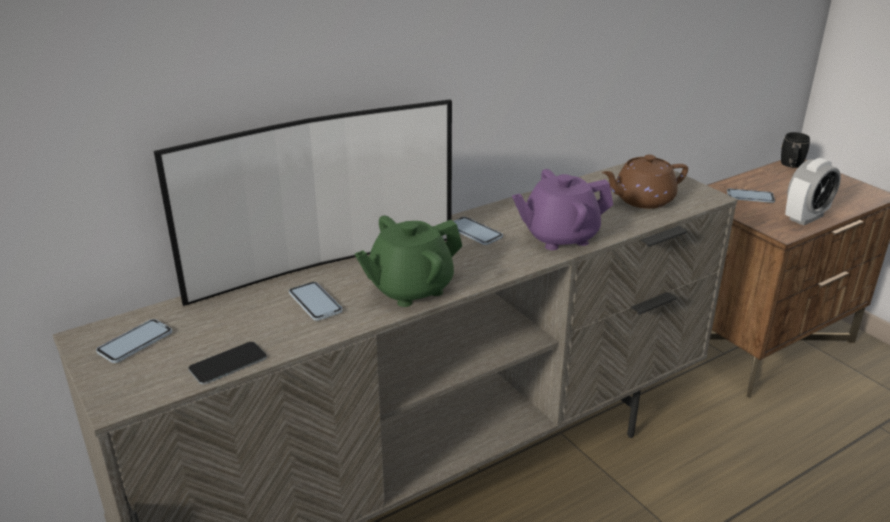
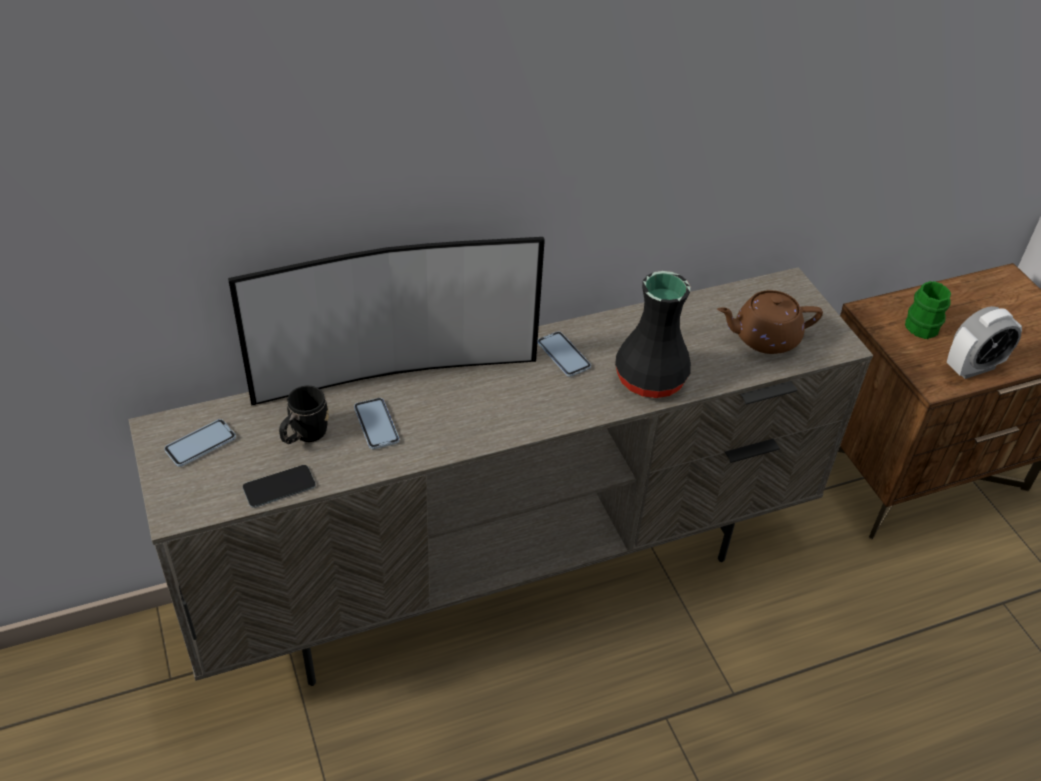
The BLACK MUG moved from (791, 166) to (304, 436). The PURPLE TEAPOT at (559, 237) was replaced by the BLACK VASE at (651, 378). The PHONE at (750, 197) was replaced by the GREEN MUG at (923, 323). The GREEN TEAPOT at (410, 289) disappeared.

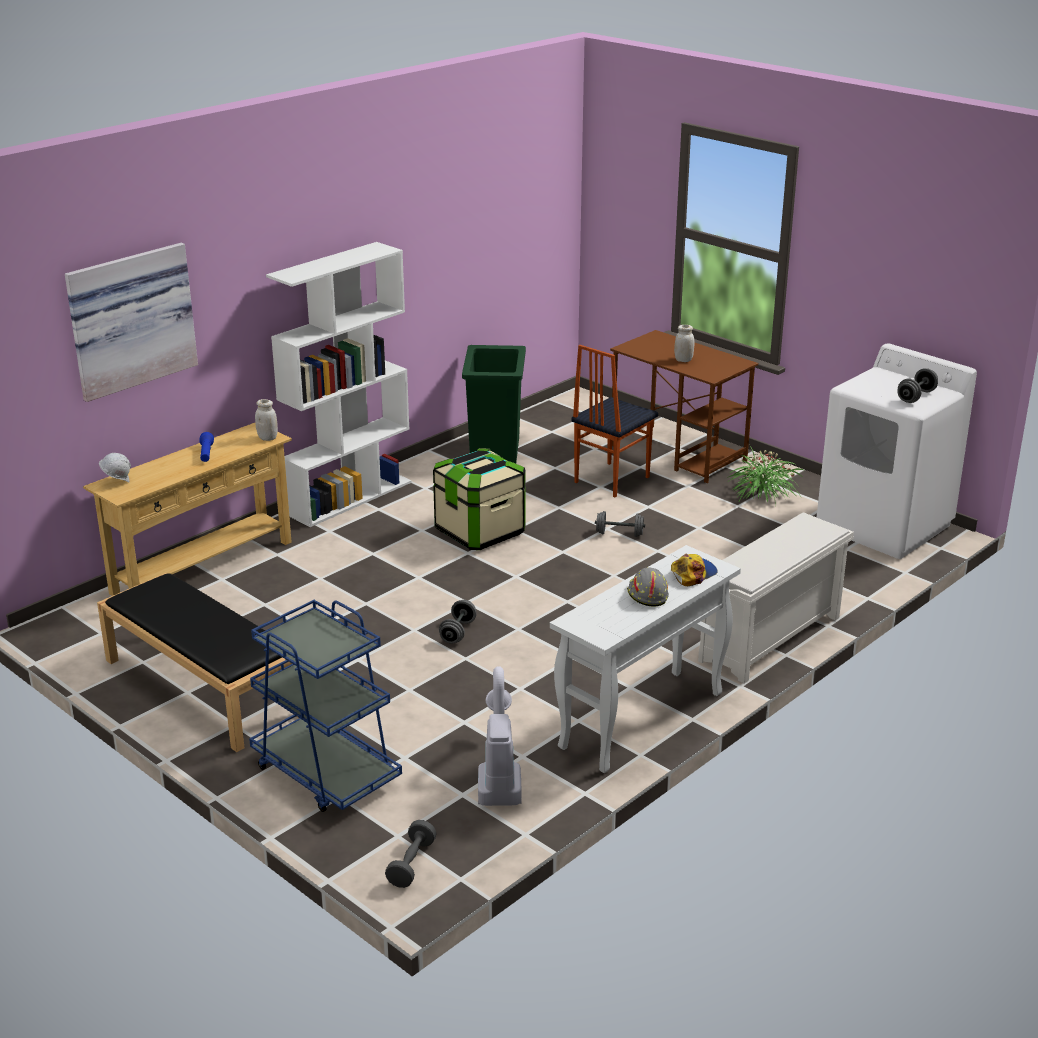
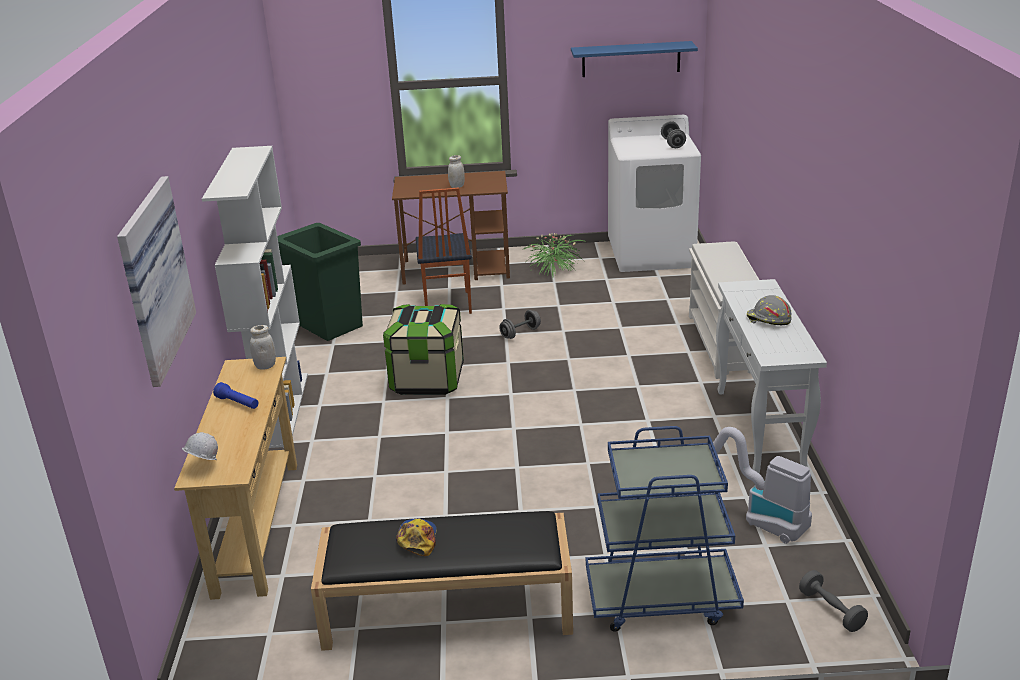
The CAP moved from (693, 573) to (417, 539). The BLUE SHELF at (631, 59) appeared. The GREY DUMBBELL at (458, 632) disappeared.

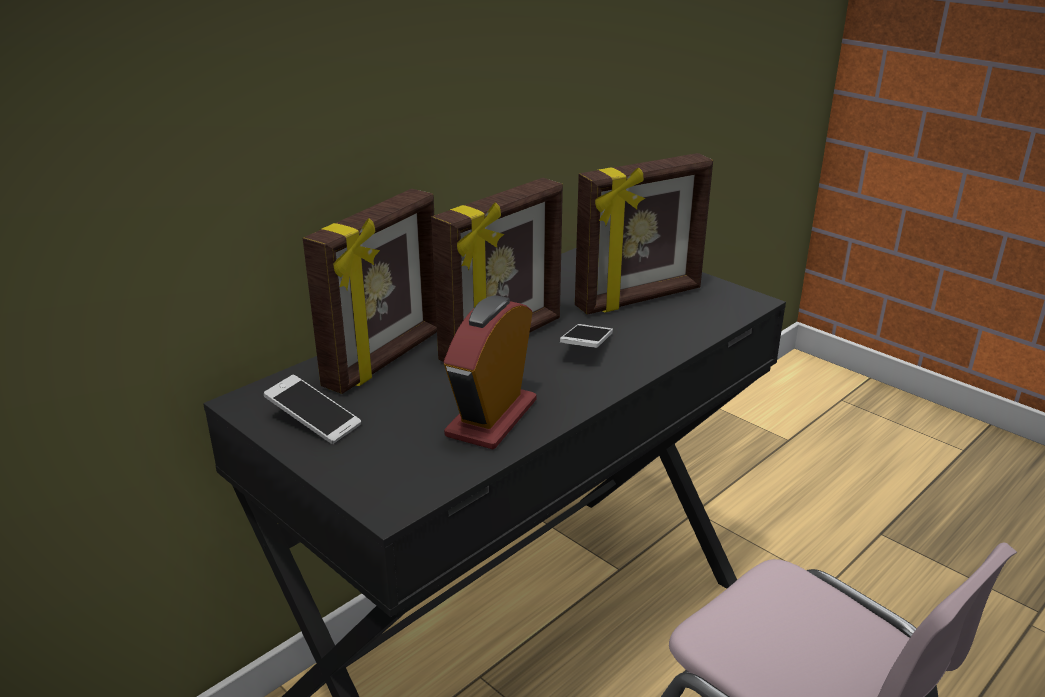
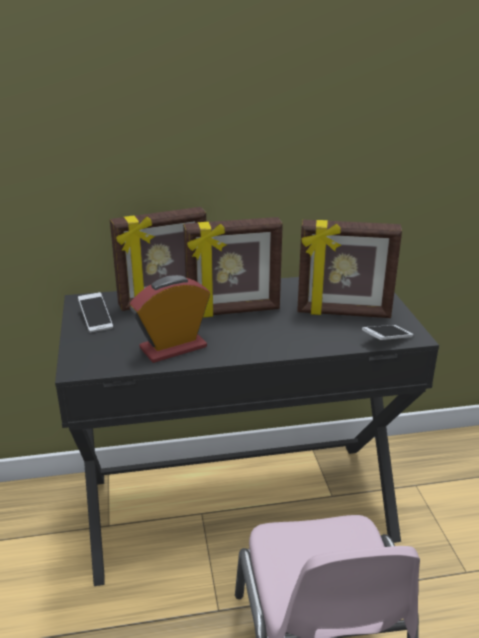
The PHONE moved from (586, 347) to (386, 339).

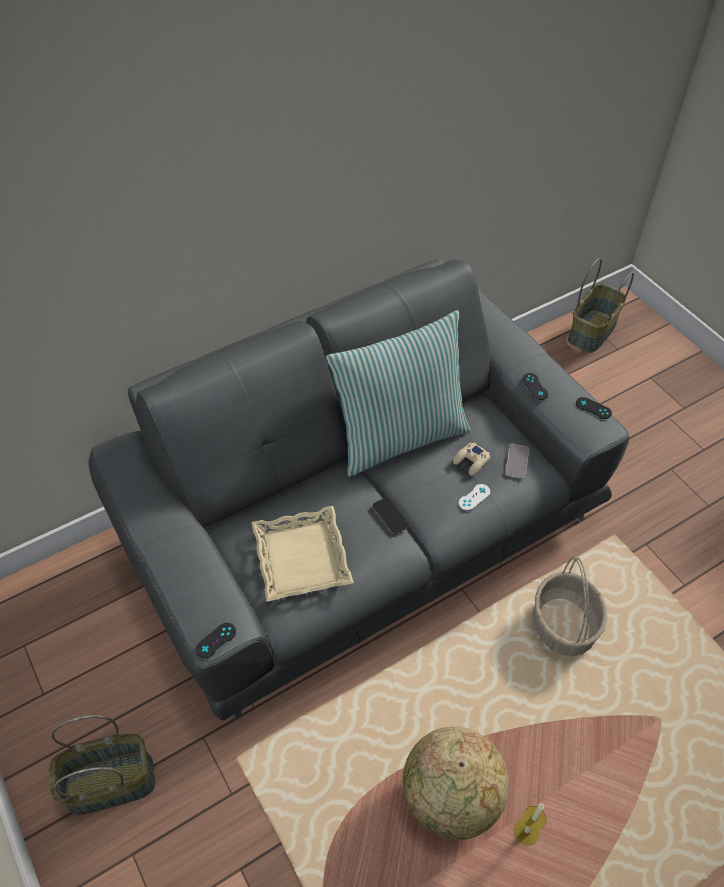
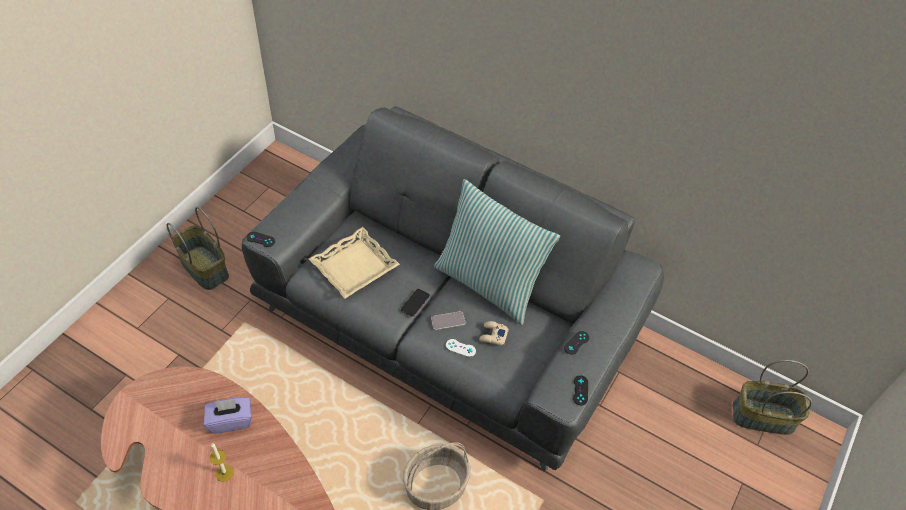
The GLOBE at (451, 798) was replaced by the PURPLE TISSUE BOX at (231, 420). The PHONE moved from (517, 462) to (448, 321).

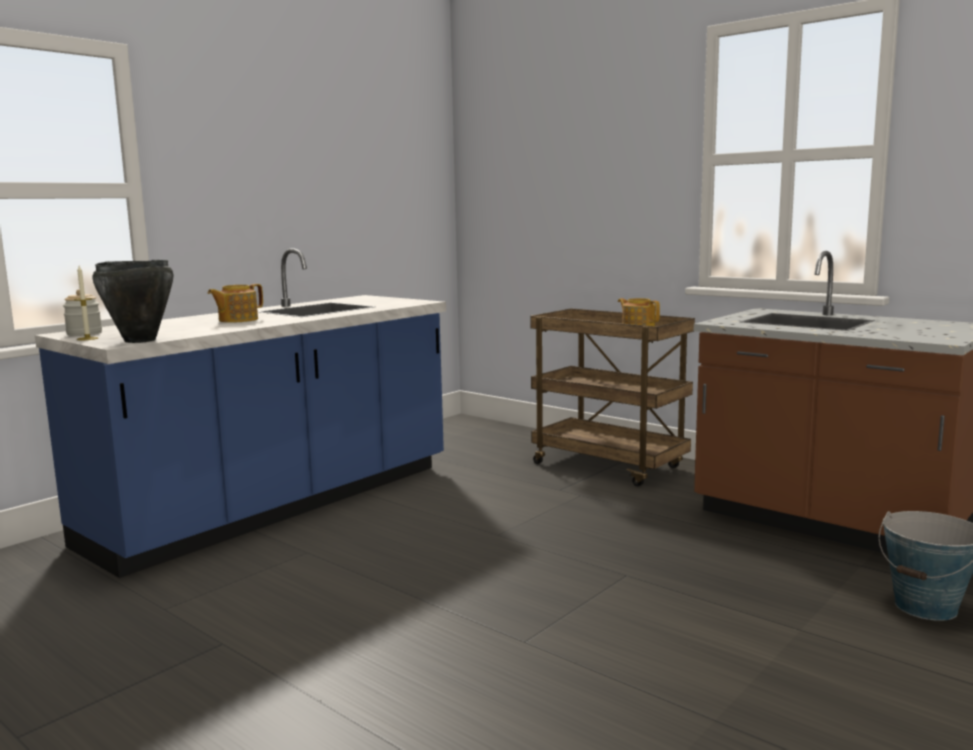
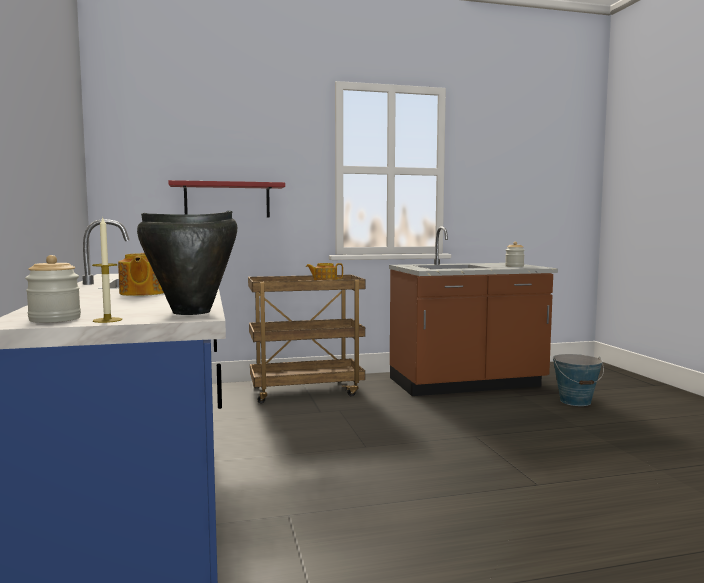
The RED SHELF at (227, 200) appeared. The JAR at (514, 266) appeared.

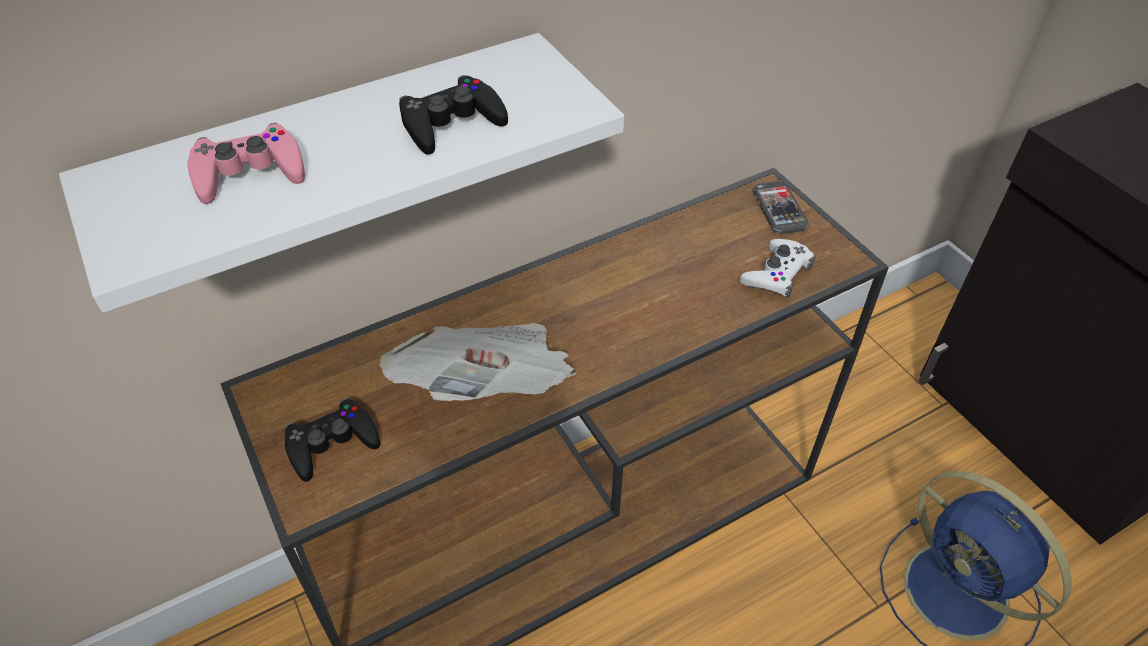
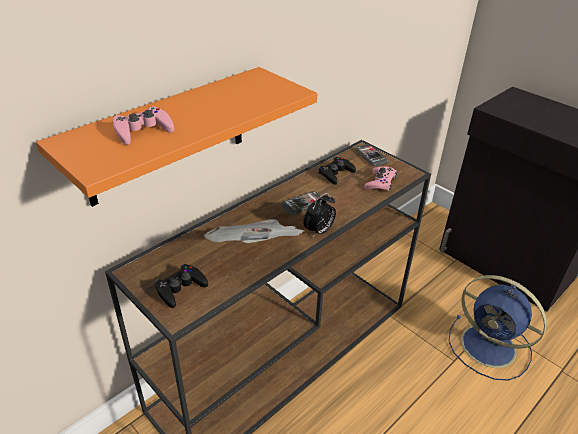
The WHITE SHELF at (337, 161) became the ORANGE SHELF at (167, 136). The PHONE at (303, 204) appeared. The ALARM CLOCK at (319, 231) appeared. The BLACK GAME CONTROLLER moved from (452, 123) to (335, 174). The WHITE GAME CONTROLLER at (777, 274) became the PINK GAME CONTROLLER at (381, 183).

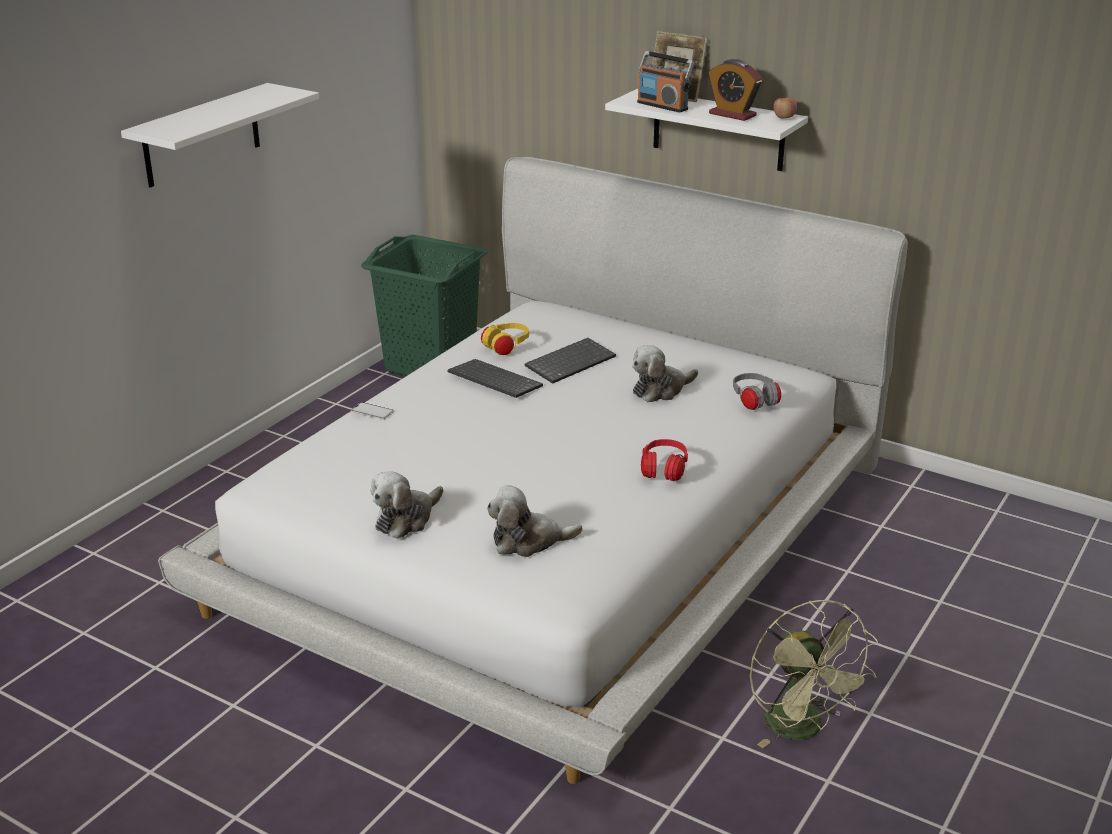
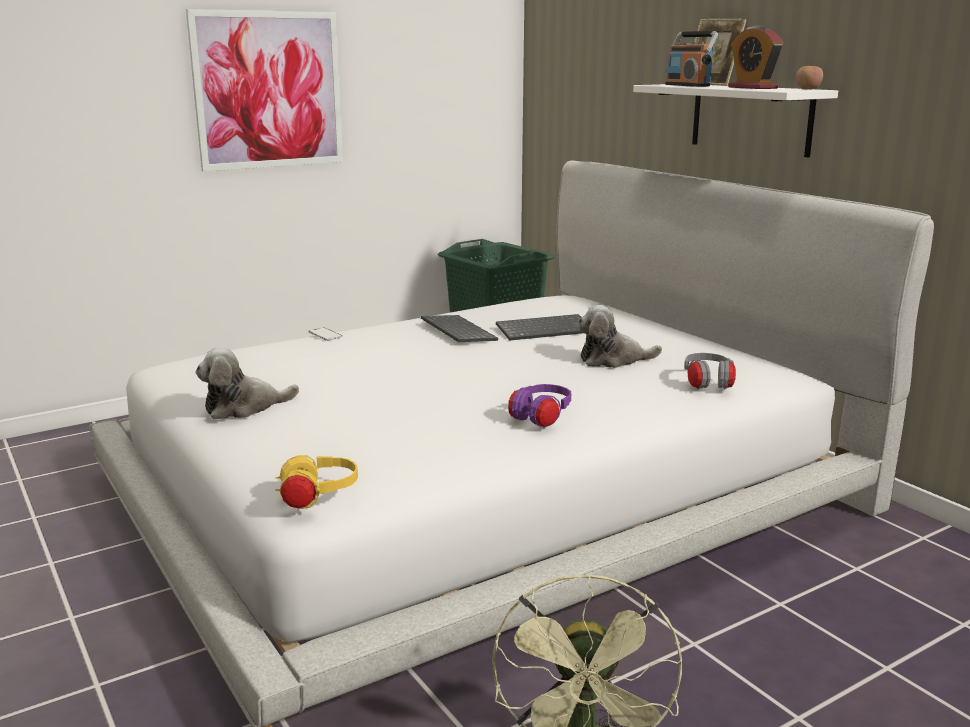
The WHITE SHELF at (202, 135) was replaced by the PICTURE at (268, 90). The YELLOW HEADPHONES moved from (506, 348) to (318, 498). The RED HEADPHONES at (663, 472) became the PURPLE HEADPHONES at (540, 419). The PLUSH TOY at (528, 541) disappeared.

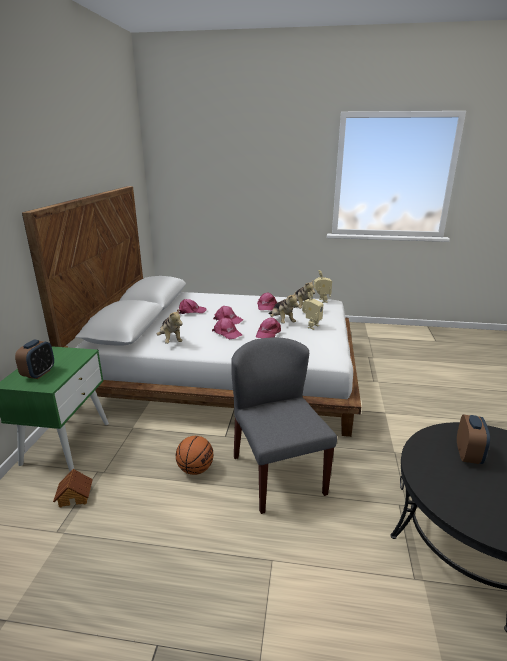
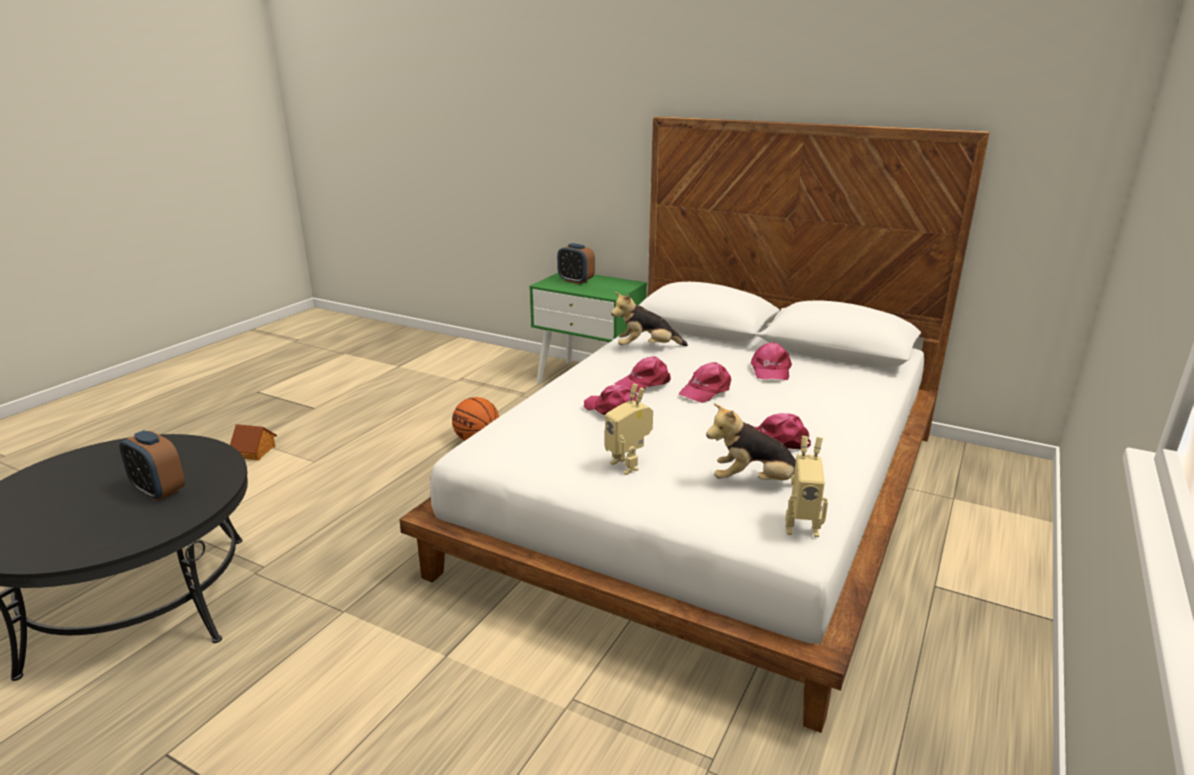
The TOY HOUSE moved from (75, 496) to (255, 452). The GREY CHAIR at (277, 474) disappeared. The PLUSH TOY at (282, 321) disappeared.

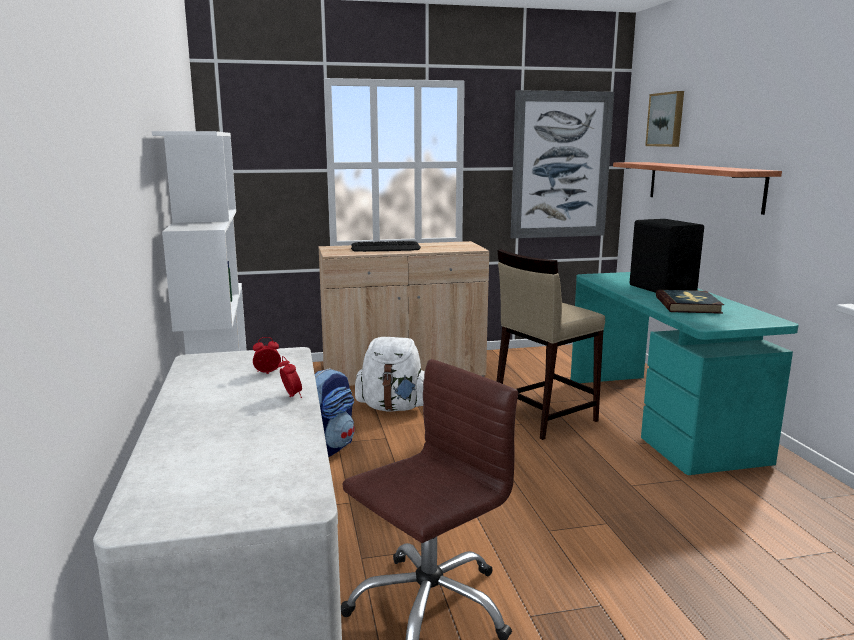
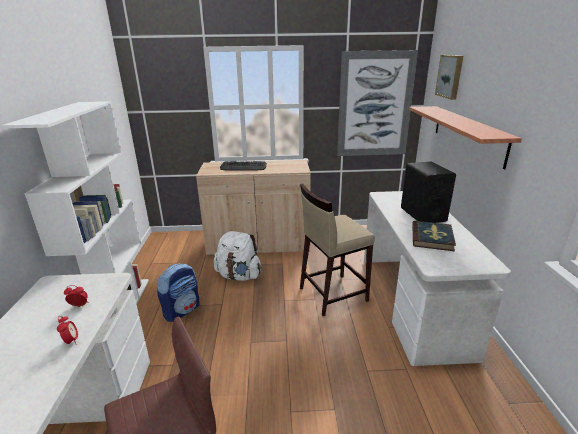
The TURQUOISE DESK at (659, 418) became the WHITE DESK at (413, 302).

